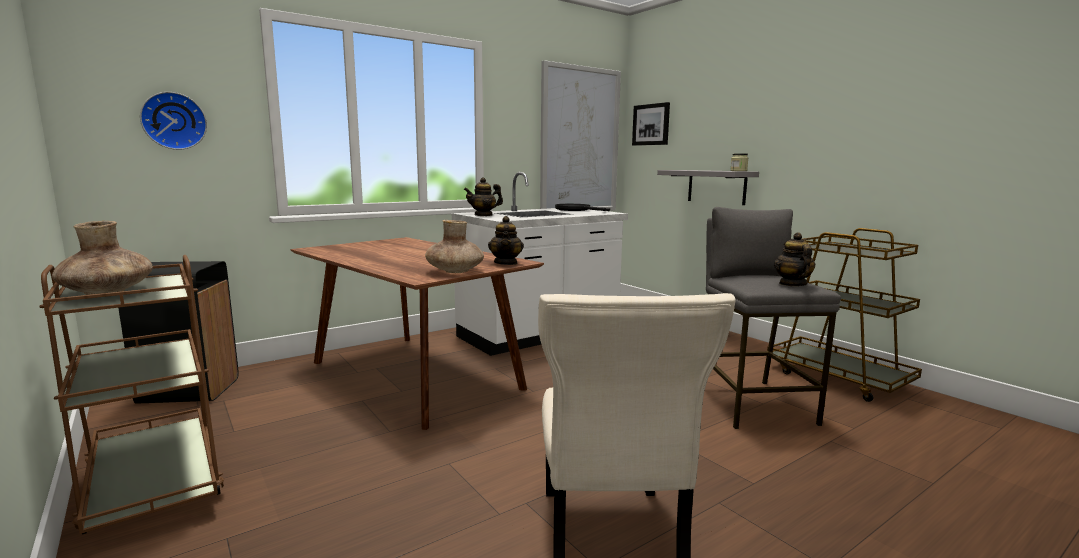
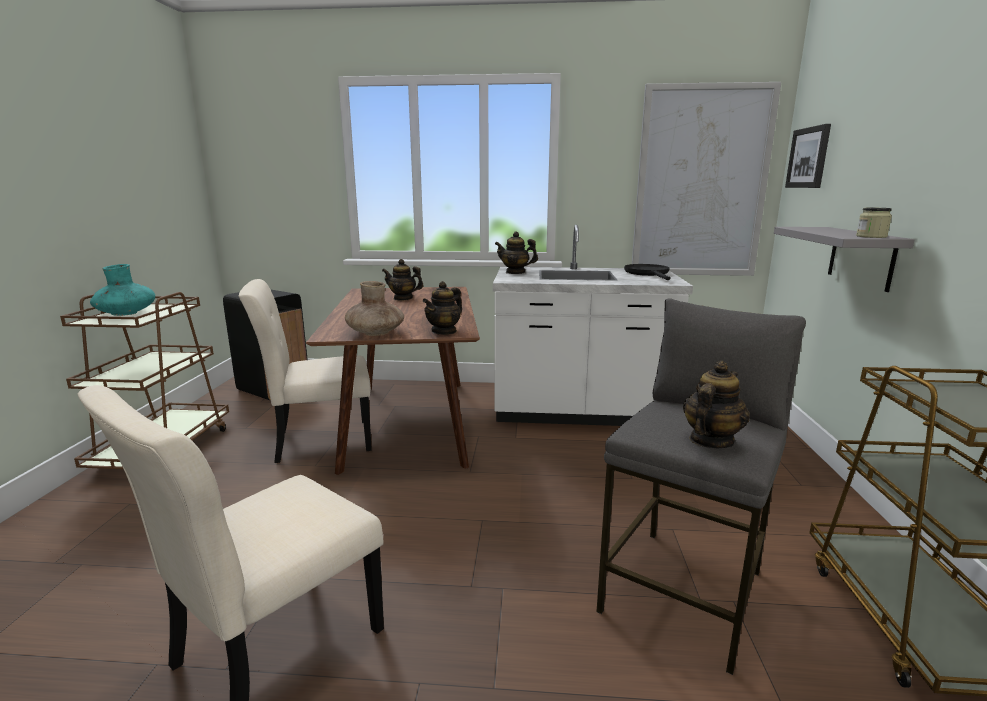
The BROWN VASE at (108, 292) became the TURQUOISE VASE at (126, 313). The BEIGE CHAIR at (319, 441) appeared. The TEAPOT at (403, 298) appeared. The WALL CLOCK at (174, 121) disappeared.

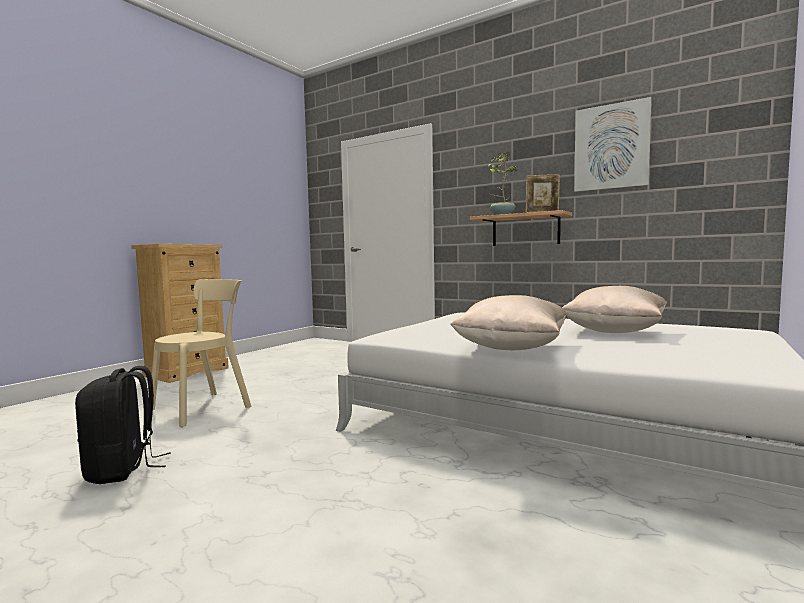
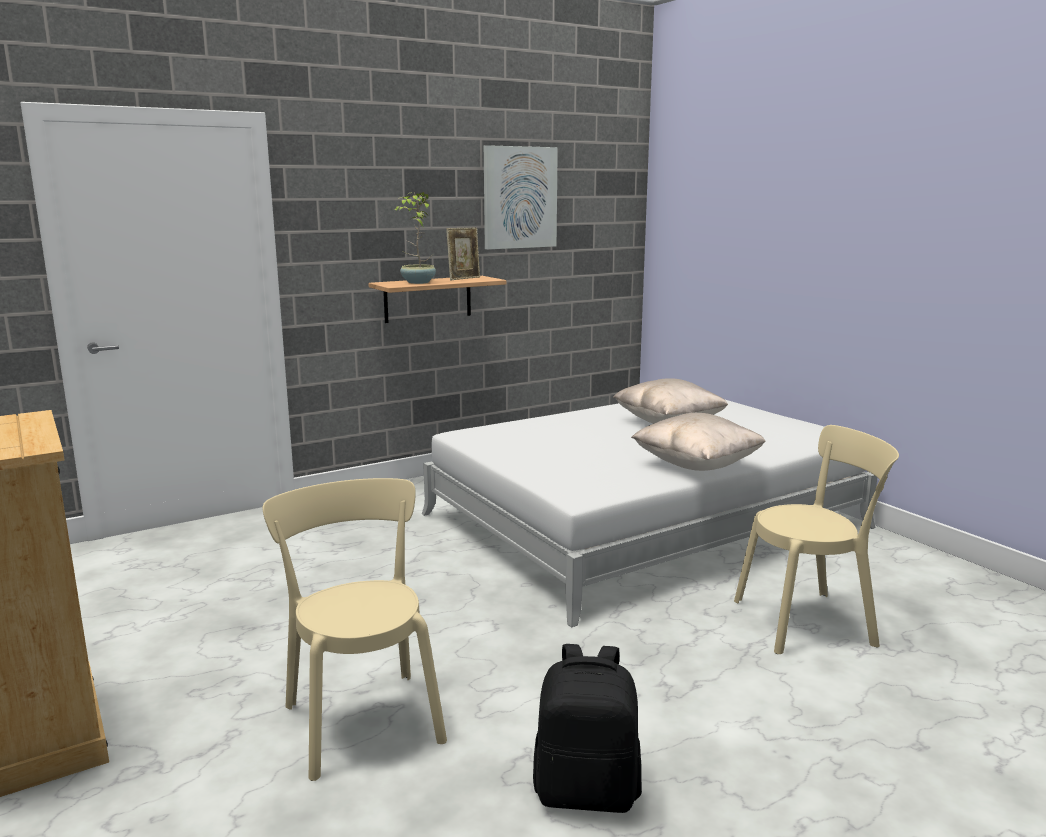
The BEIGE CHAIR at (809, 622) appeared.

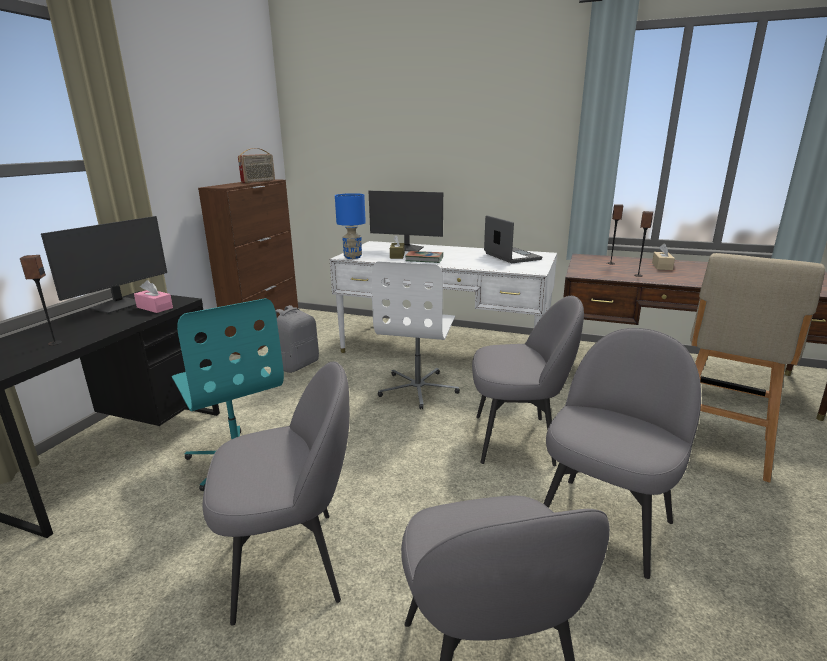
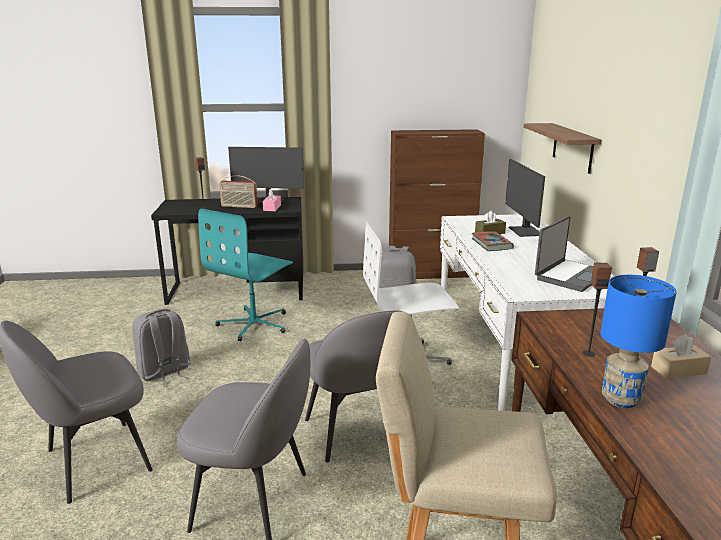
The GREY CHAIR at (291, 562) was replaced by the GREY BACKPACK at (164, 373). The RADIO moved from (258, 181) to (239, 206). The SHELF at (572, 147) appeared. The BLUE TABLE LAMP moved from (352, 257) to (621, 399).

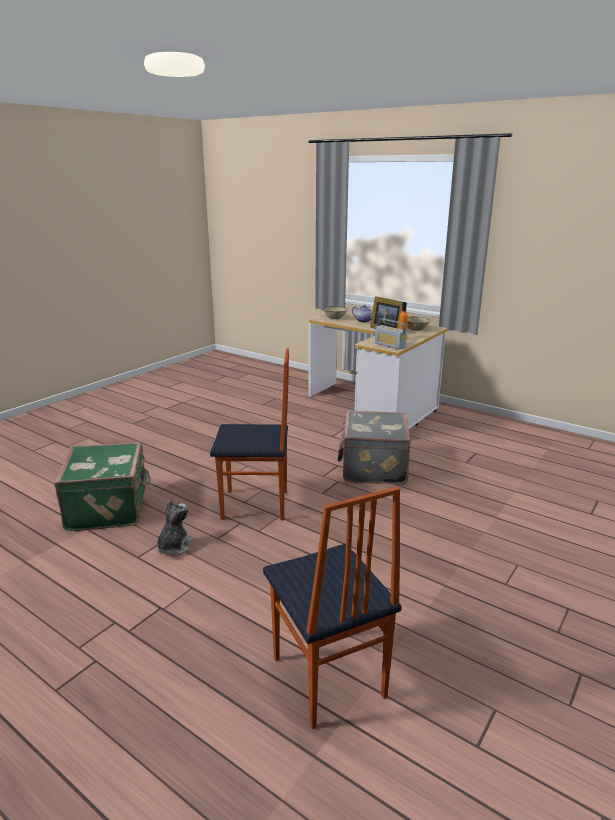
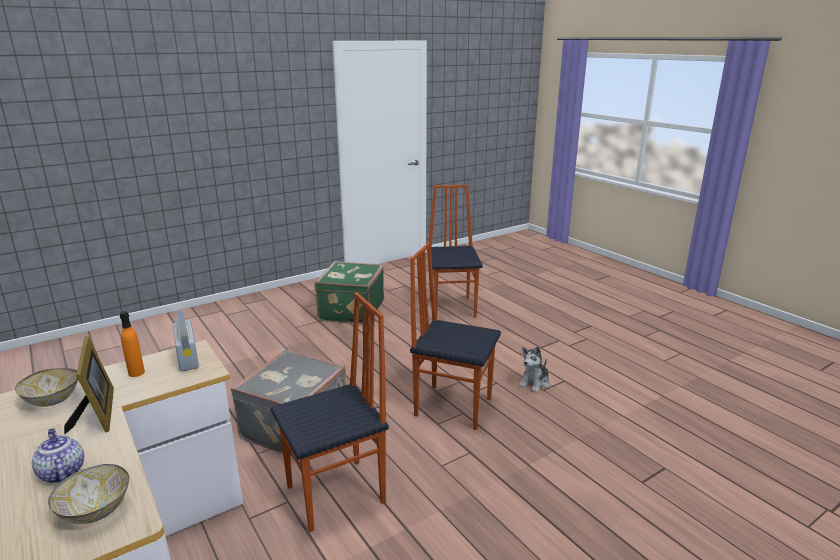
The CHAIR at (337, 495) appeared. The GREEN SUITCASE moved from (110, 508) to (350, 311).

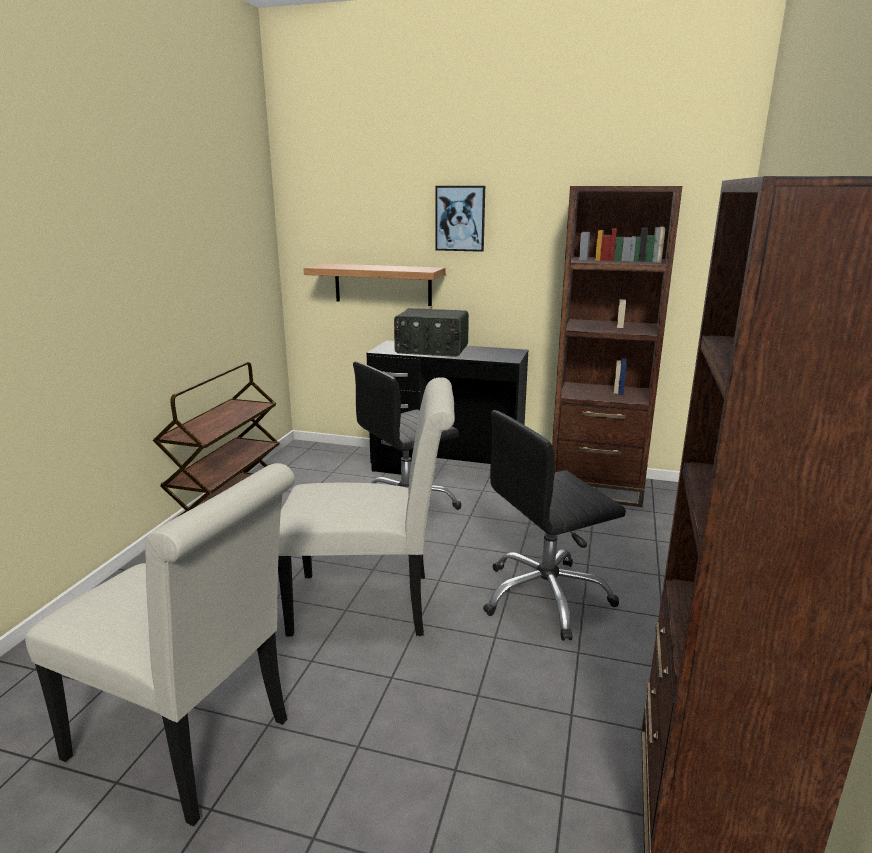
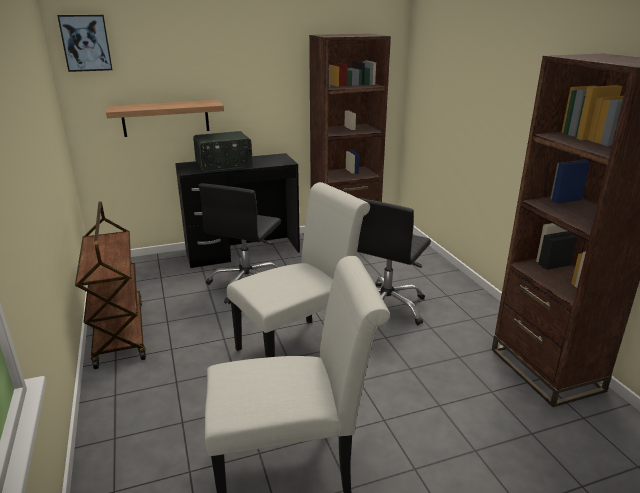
The PICTURE moved from (460, 218) to (86, 43).

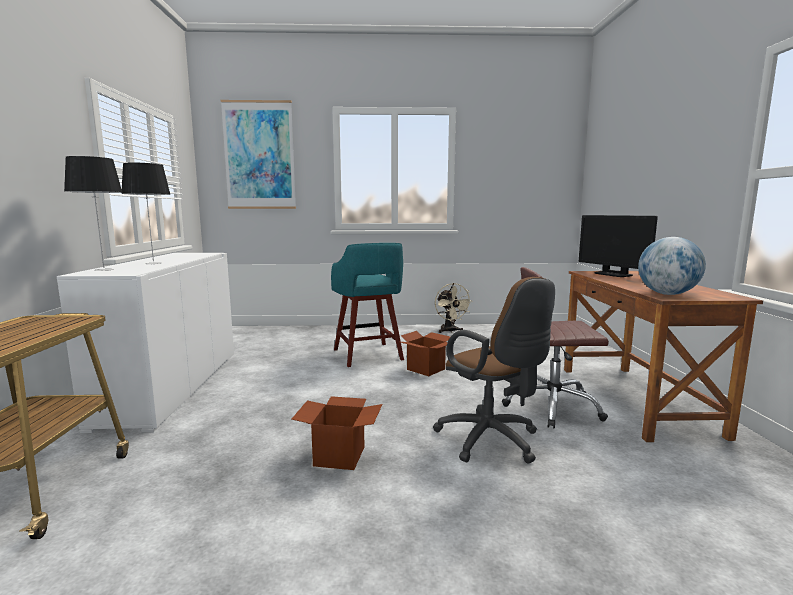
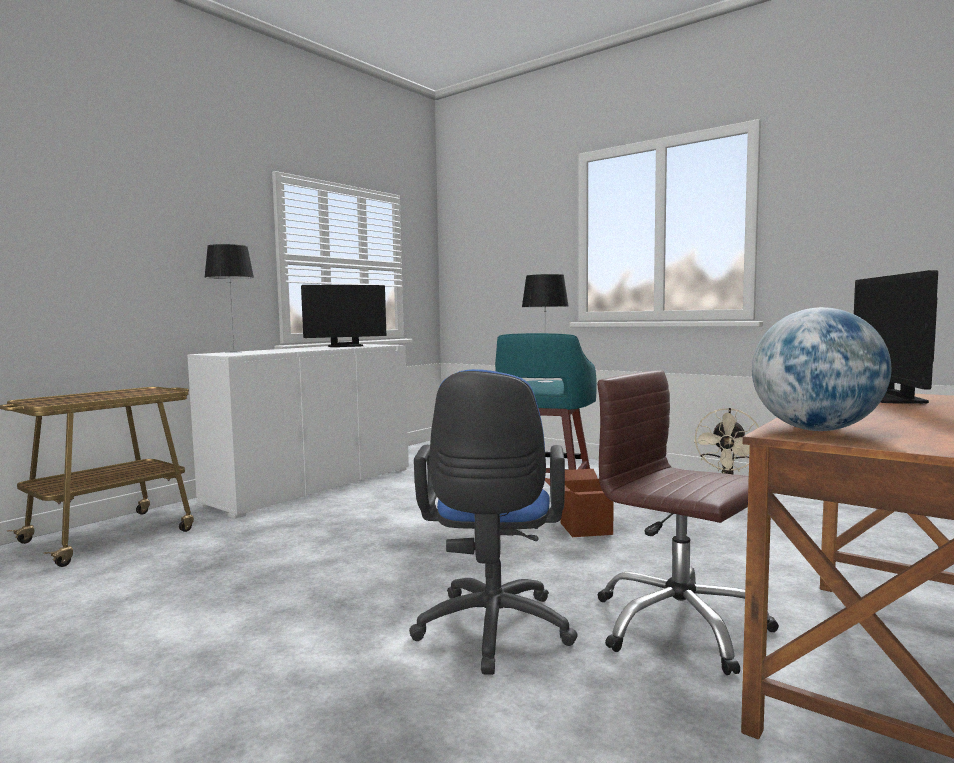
The MONITOR at (345, 346) appeared. The BROWN OFFICE CHAIR at (492, 442) became the BLUE OFFICE CHAIR at (492, 633). The TABLE LAMP moved from (153, 263) to (545, 381). The PICTURE at (259, 155) disappeared. The CARDBOARD BOX at (339, 456) disappeared.

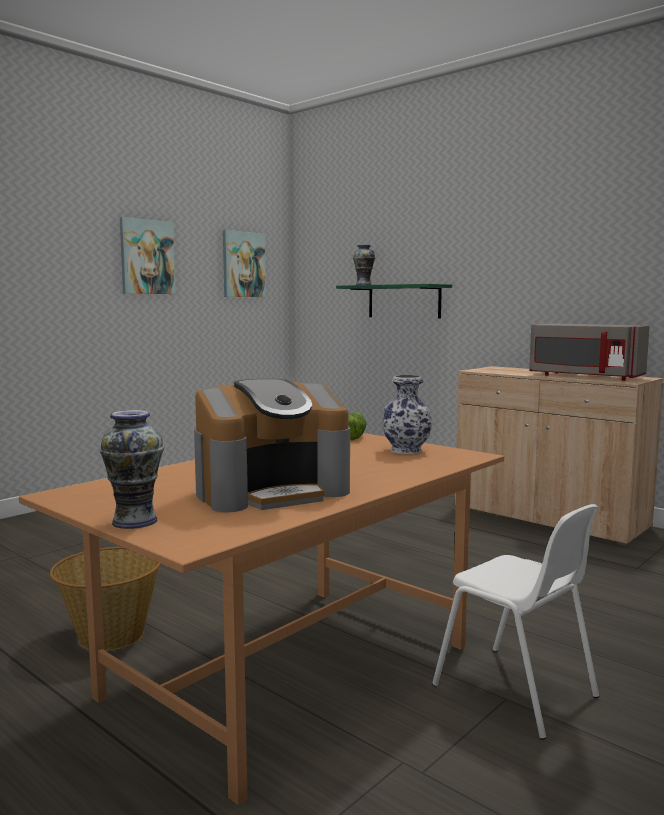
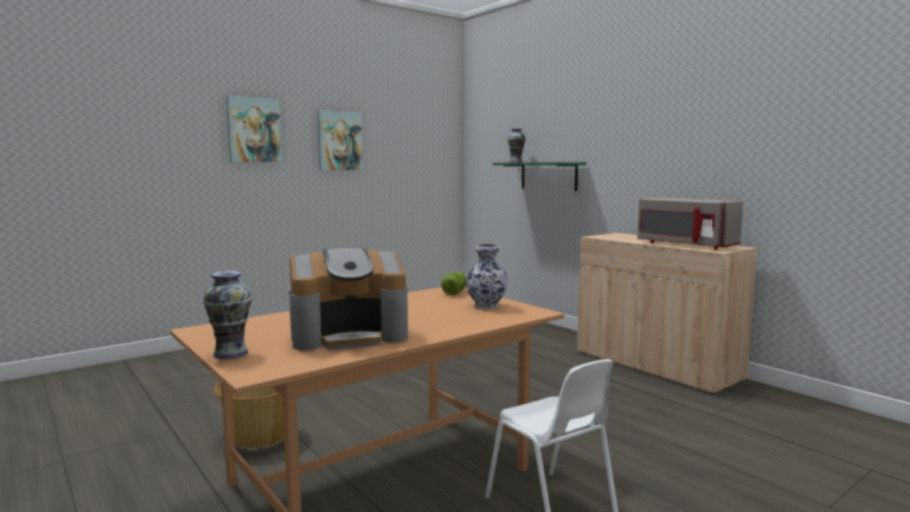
The PICTURE moved from (243, 264) to (254, 130).

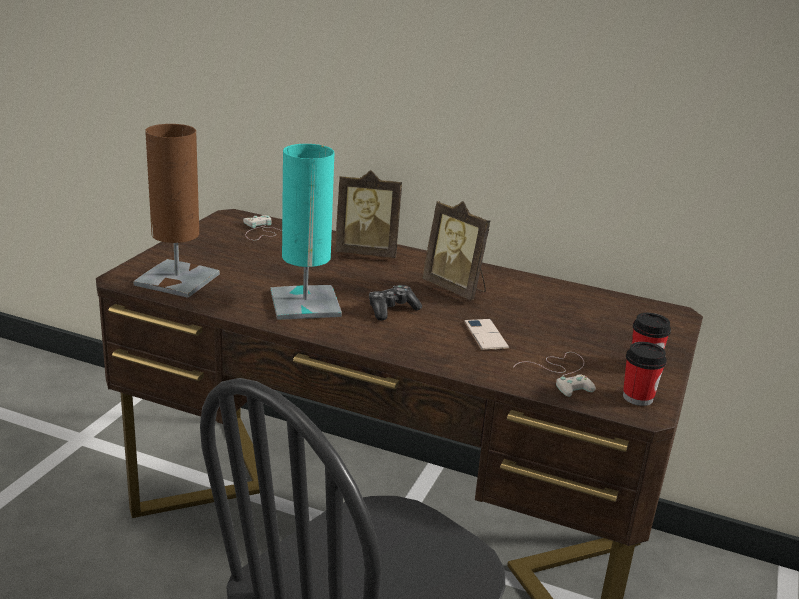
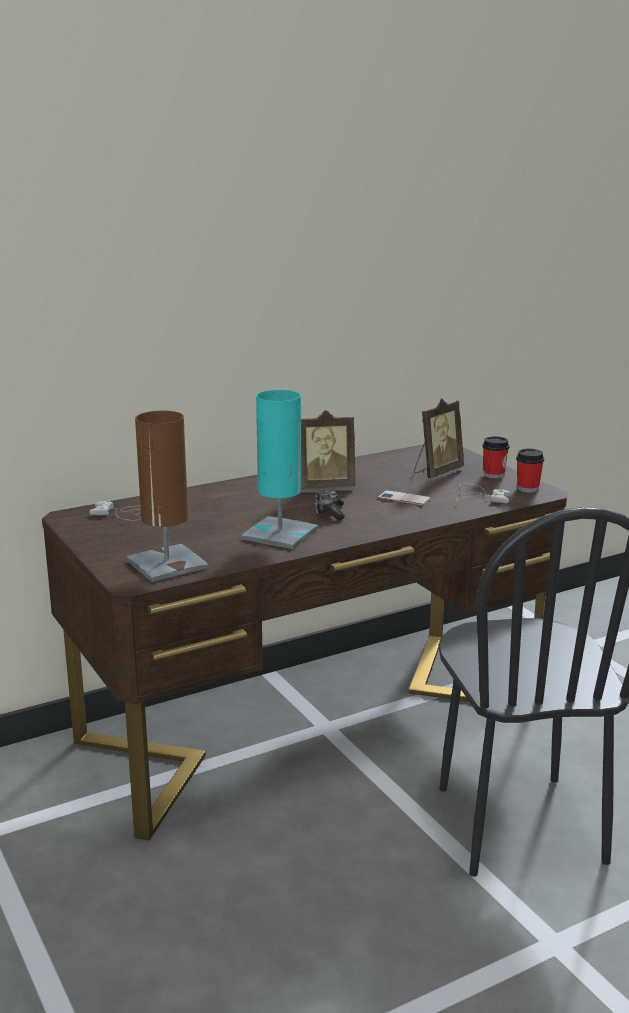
The PICTURE FRAME moved from (367, 253) to (436, 472).

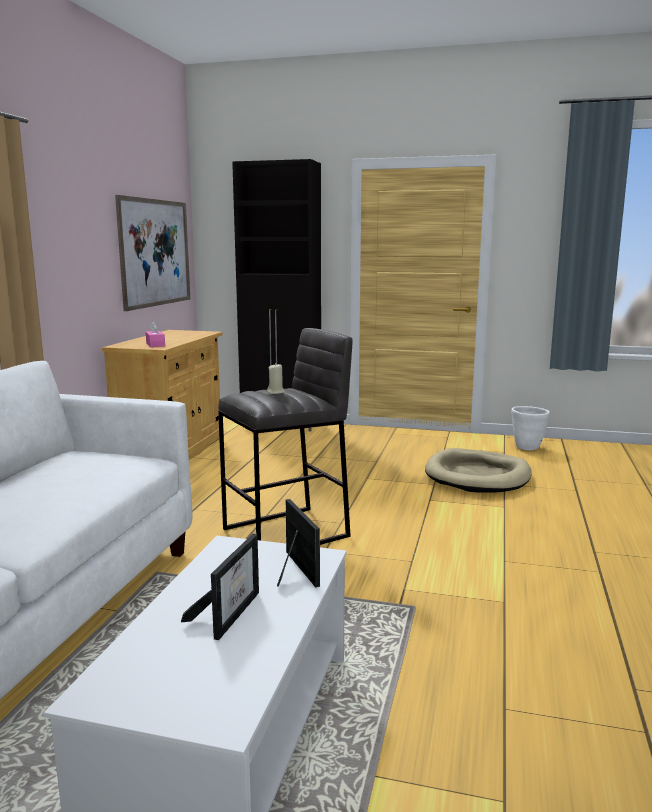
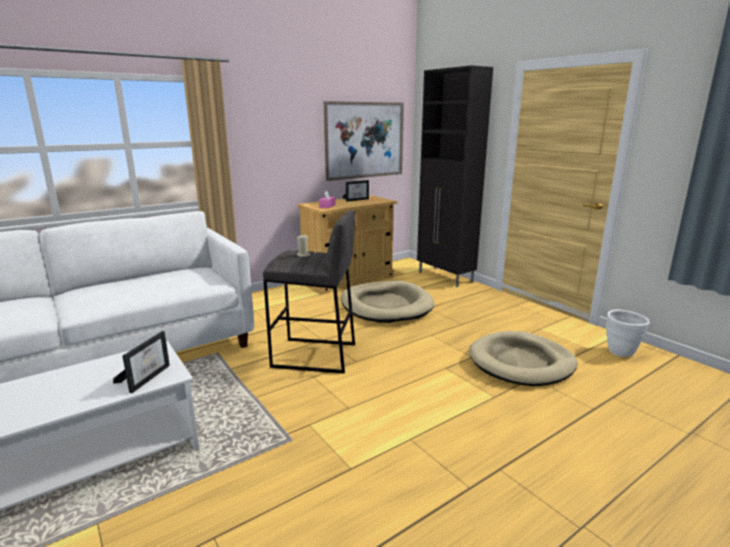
The BEIGE DOG BED at (386, 306) appeared. The PICTURE FRAME moved from (230, 612) to (356, 200).

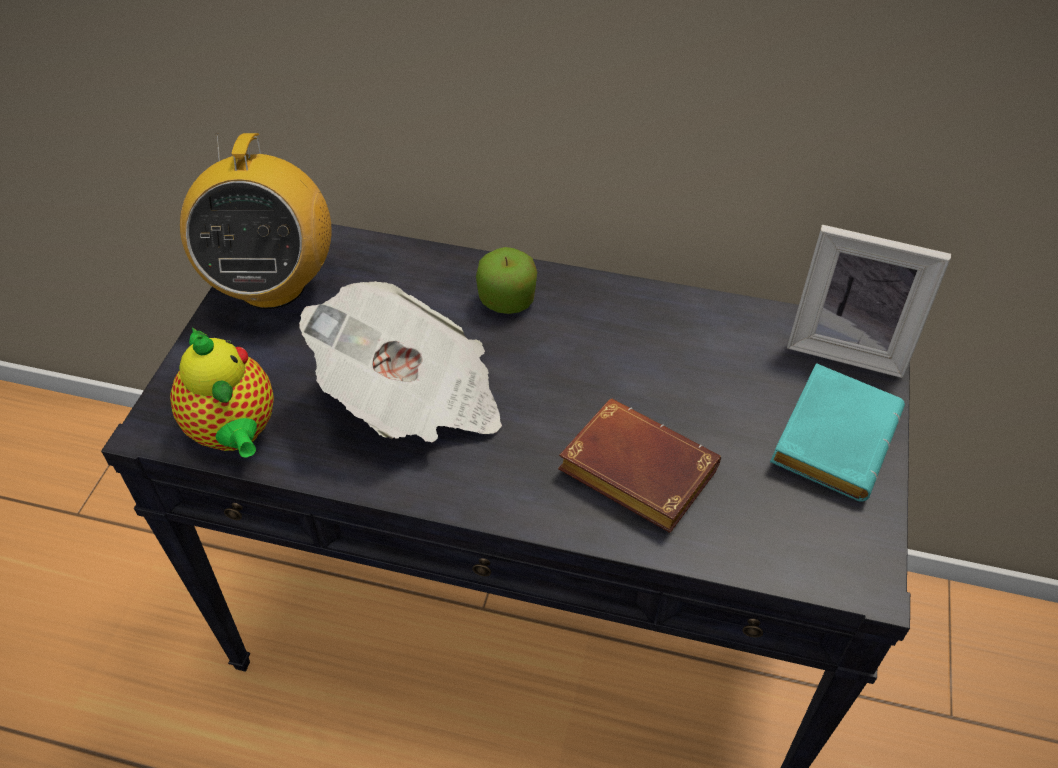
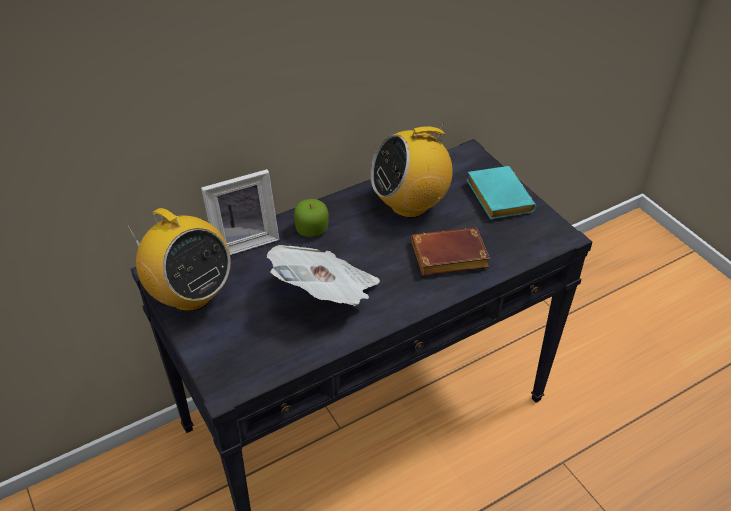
The PICTURE FRAME moved from (847, 346) to (244, 240). The RADIO at (410, 205) appeared. The TEAPOT at (235, 433) disappeared.

